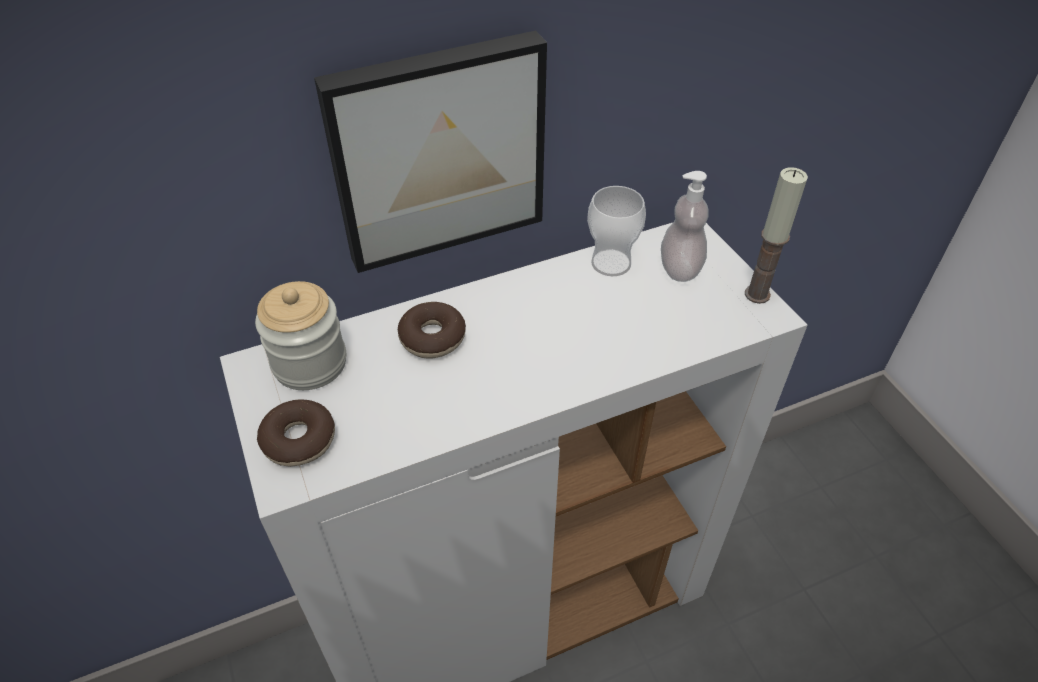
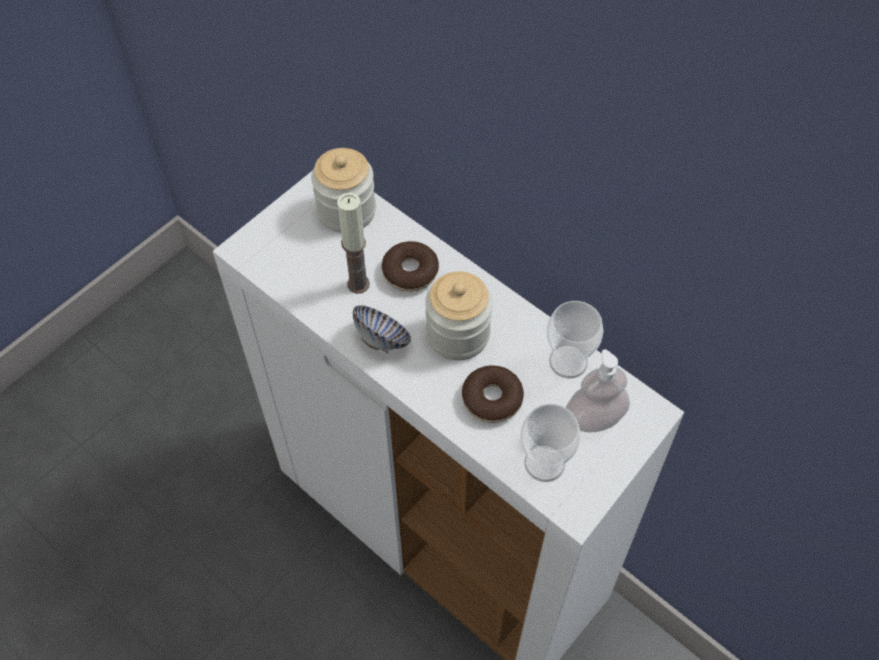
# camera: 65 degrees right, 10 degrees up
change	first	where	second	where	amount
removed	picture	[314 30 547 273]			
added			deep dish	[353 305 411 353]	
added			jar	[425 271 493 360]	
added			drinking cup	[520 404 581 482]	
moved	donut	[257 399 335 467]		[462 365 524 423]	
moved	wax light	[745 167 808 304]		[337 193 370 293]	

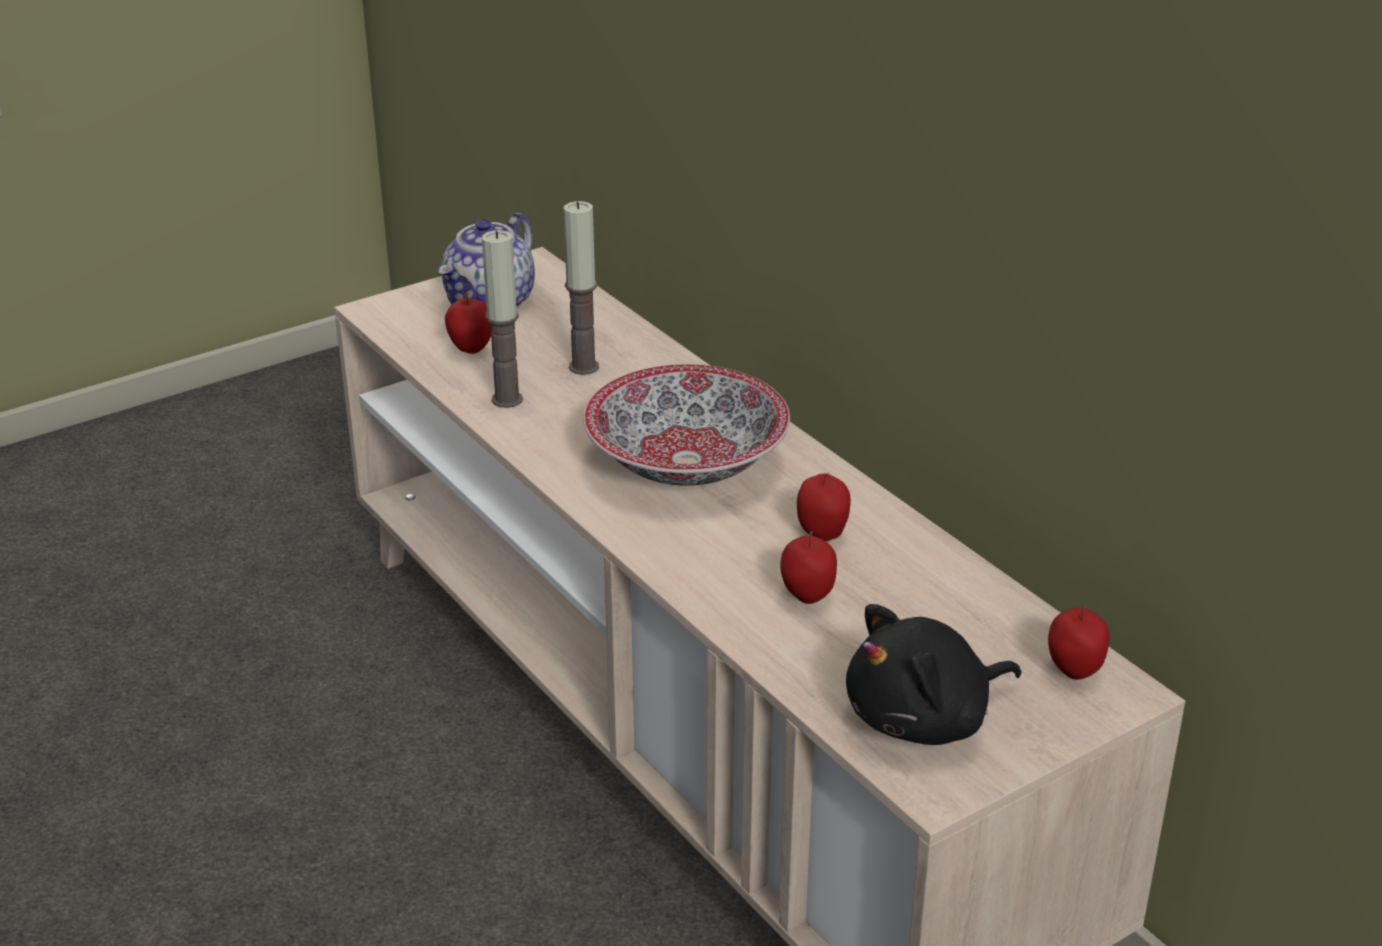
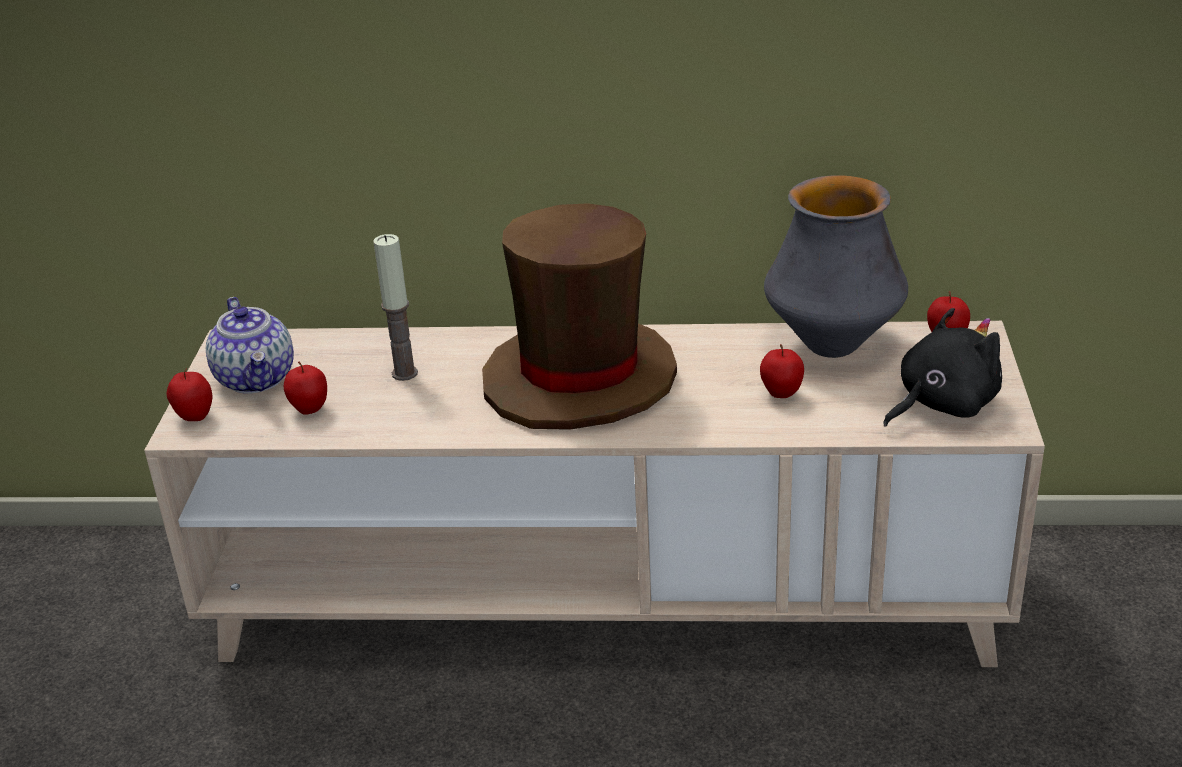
# camera: 50 degrees left, 0 degrees up
change	first	where	second	where	amount
removed	wax light	[482 230 523 408]			
added			decorative vase	[764 175 908 358]	
moved	apple	[797 473 851 541]		[167 368 212 421]	
replaced	deep dish	[583 364 790 486]	wearable hat (brownish)	[482 203 677 430]	
turned	soft toy (blackish)	[846 604 1022 745]		[884 308 1002 427]	135 degrees counterclockwise

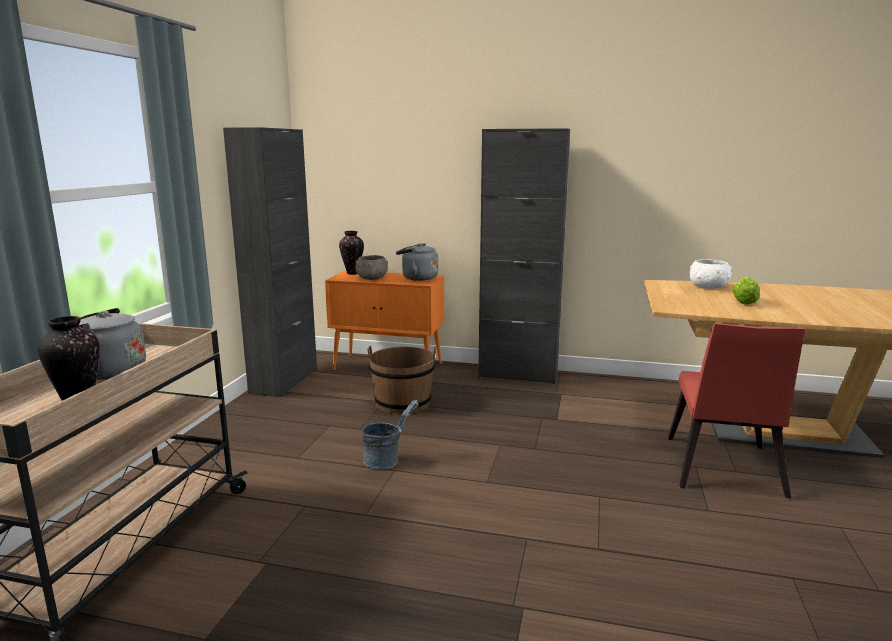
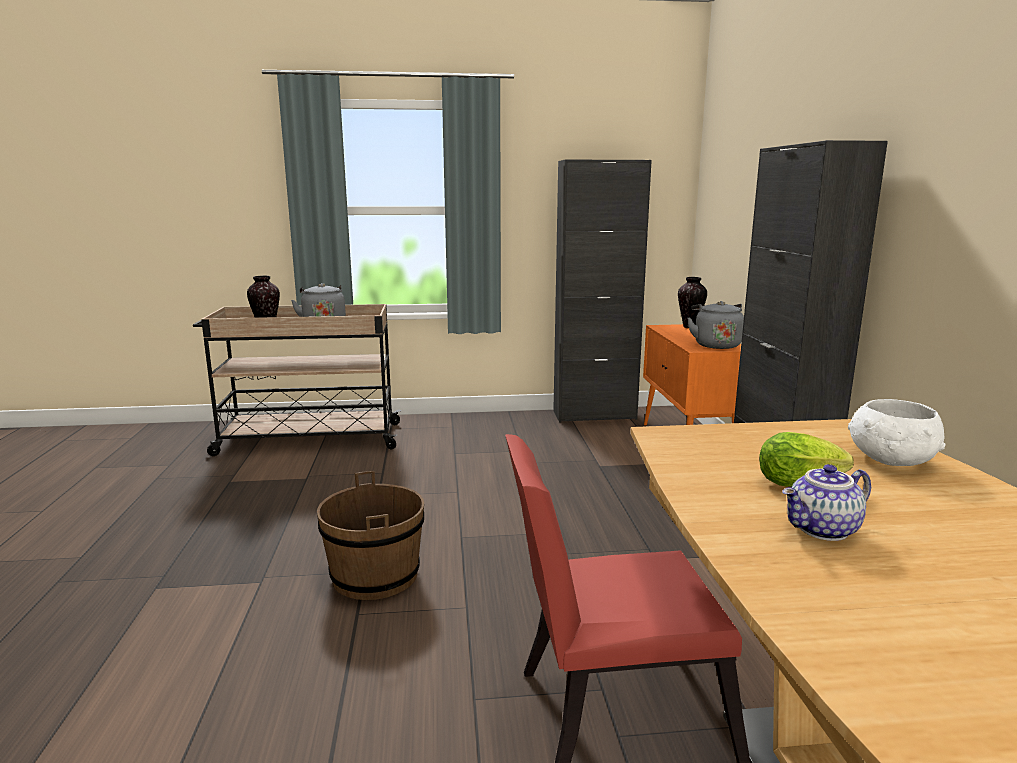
# camera: 70 degrees right, 0 degrees up
change	first	where	second	where	amount
removed	deep dish (greyish)	[355 255 388 280]			
removed	pail (greyish)	[362 400 419 469]			
added			teapot	[782 464 871 541]	
moved	pail (brownish)	[367 346 436 414]		[317 471 424 600]	

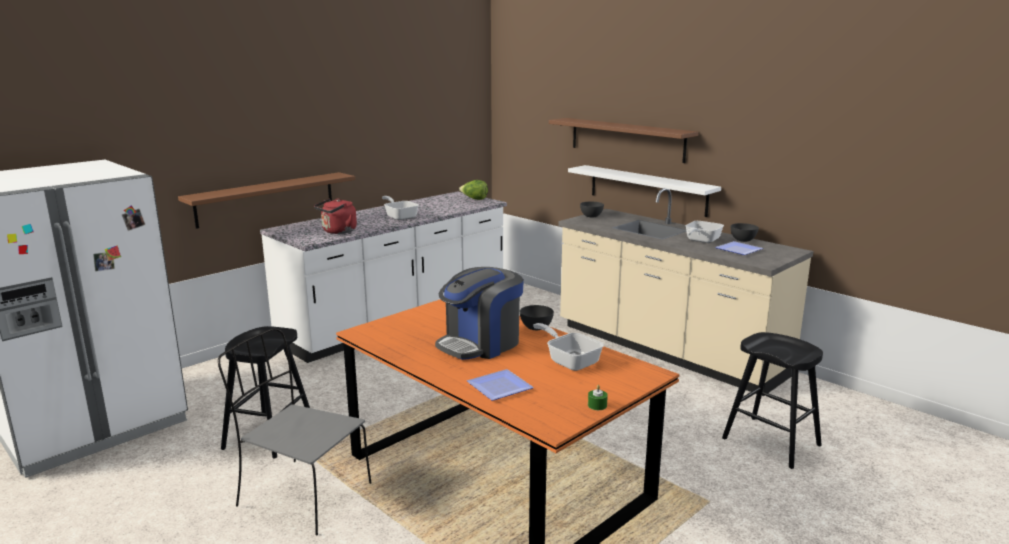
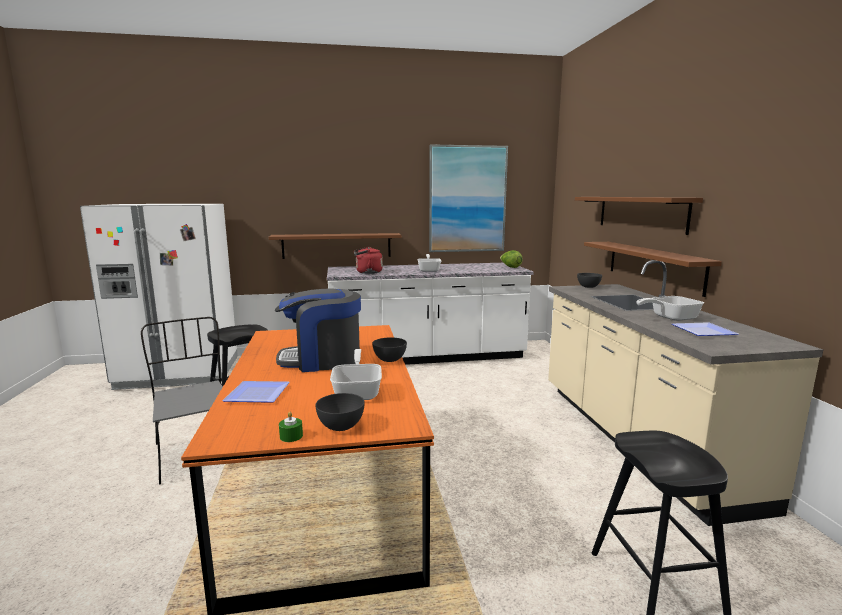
# camera: 35 degrees right, 5 degrees down
change	first	where	second	where	amount
added			picture	[429 144 508 252]	
moved	deep dish (greyish)	[731 223 759 242]		[315 393 365 431]	
recoloured	bracket shelf (white)	[568 165 721 217]	bracket shelf (brownish)	[584 242 722 297]	

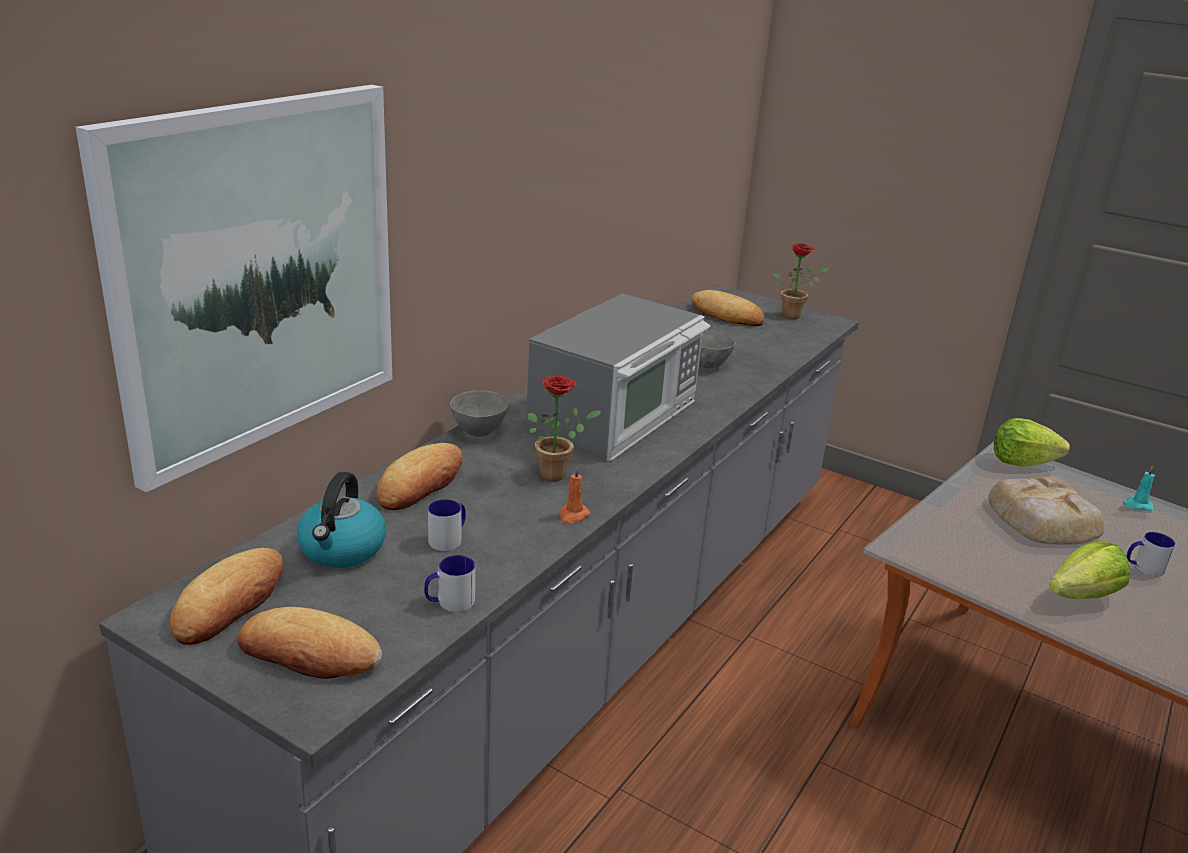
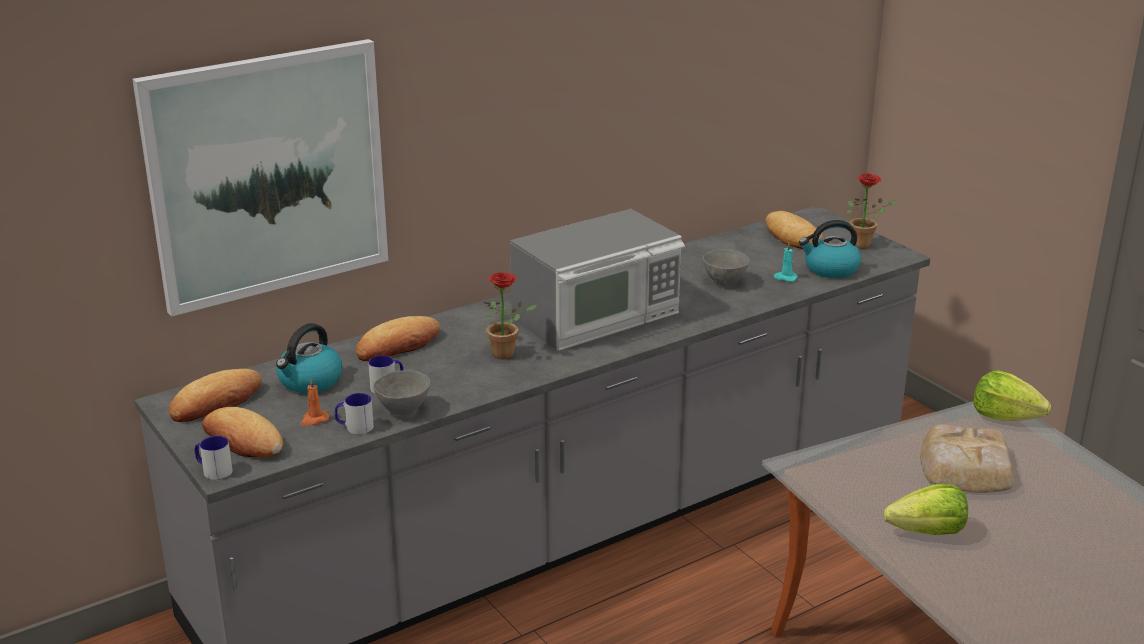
# camera: 25 degrees right, 0 degrees up
change	first	where	second	where	amount
added			tea kettle	[799 220 861 278]	
moved	deep dish (greyish)	[450 390 509 437]		[373 370 430 416]	
moved	wax light (orangey)	[559 466 590 524]		[300 378 329 426]	
moved	wax light (turquoise)	[1123 465 1155 511]		[774 243 798 282]	
moved	mug	[1127 532 1175 577]		[195 436 232 480]	

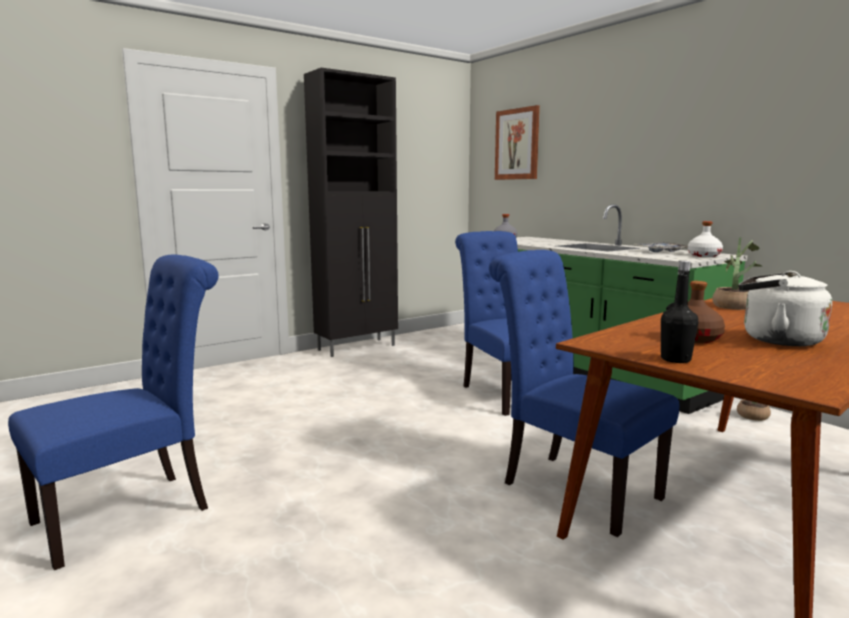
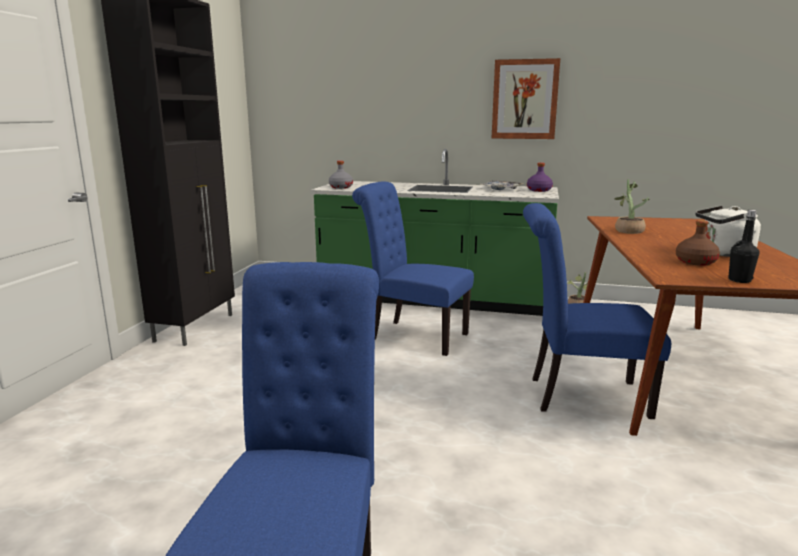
# camera: 40 degrees left, 5 degrees up
change	first	where	second	where	amount
moved	picture	[495 105 540 180]		[492 58 560 139]	
recoloured	bottle (white)	[688 221 723 257]	bottle (purple-coloured)	[527 163 553 192]	

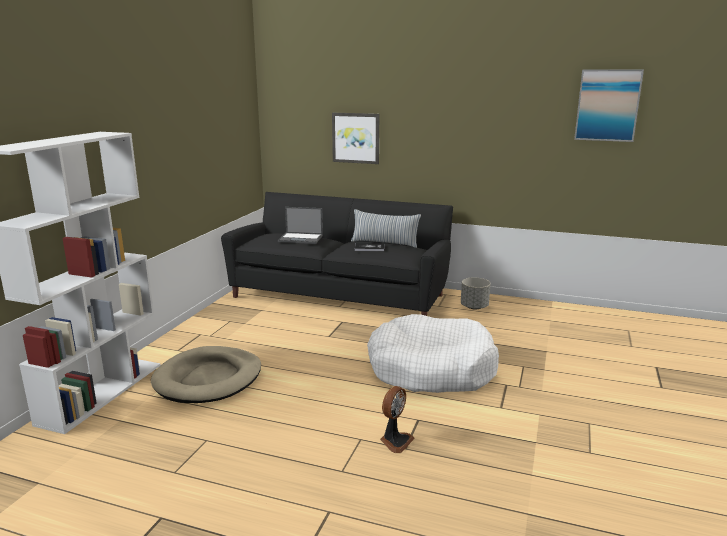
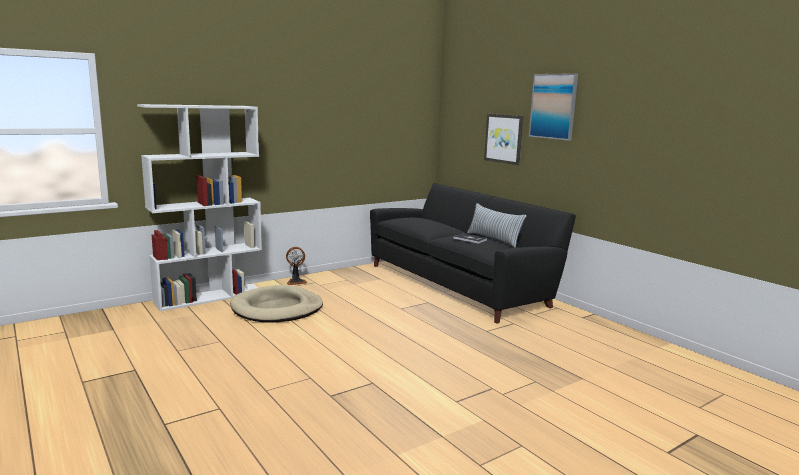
# camera: 35 degrees right, 5 degrees down
change	first	where	second	where	amount
removed	portable computer	[278 207 323 244]			
removed	dog cushion (white)	[367 314 499 393]			
removed	flower pot (greyish)	[461 278 491 309]			
moved	electric fan	[380 386 415 453]		[286 247 307 285]	
moved	picture	[574 69 644 142]		[529 73 578 141]	

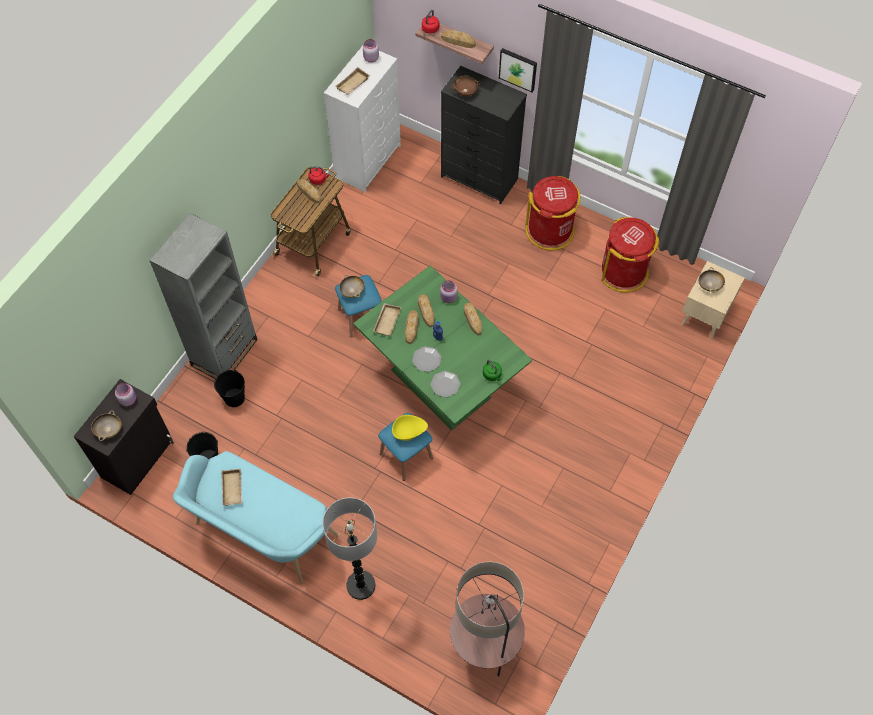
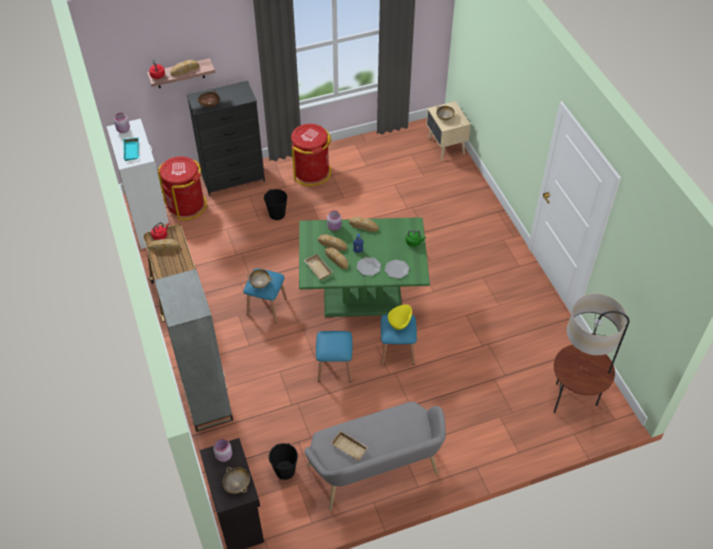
# camera: 50 degrees left, 10 degrees down
change	first	where	second	where	amount
removed	standing lamp	[322 497 377 600]			
removed	picture	[499 48 537 92]			
added			stool (blue-coloured)	[316 331 352 382]	
moved	pail (blackish)	[214 370 245 407]		[264 189 287 220]	
moved	trash can (red)	[602 217 659 292]		[158 156 207 220]	
recoloured	bench (turquoise)	[173 451 339 584]	bench (greyish)	[305 402 446 511]	
recoloured	carrying tray (sand-coloured)	[336 67 370 95]	carrying tray (turquoise)	[123 137 139 161]	

